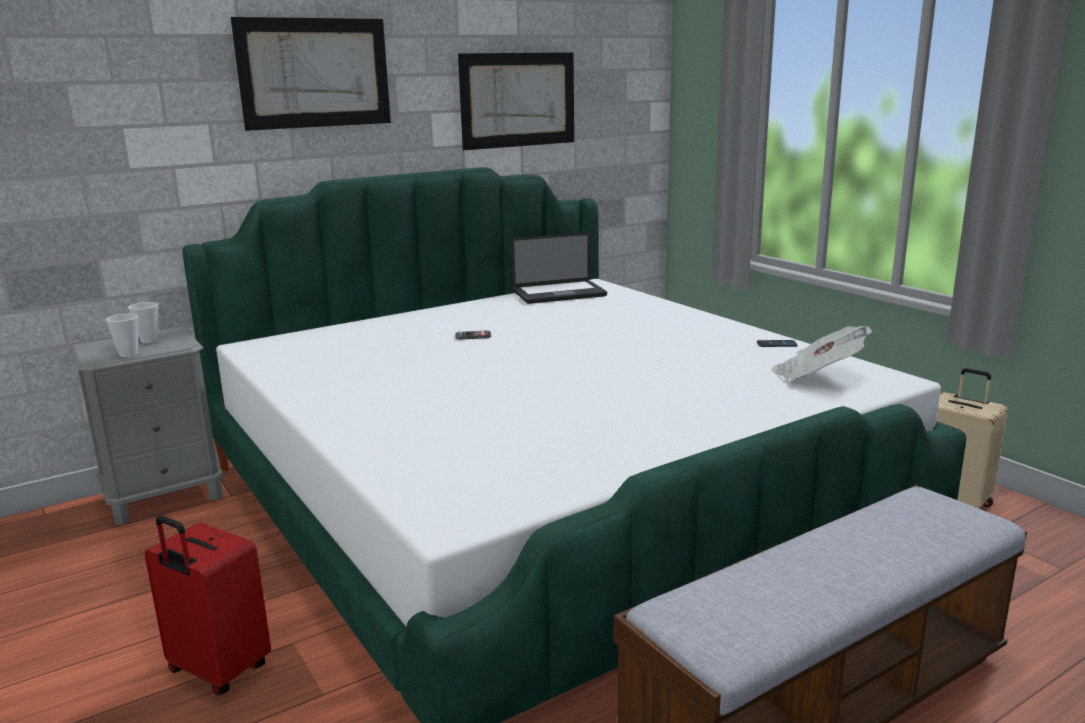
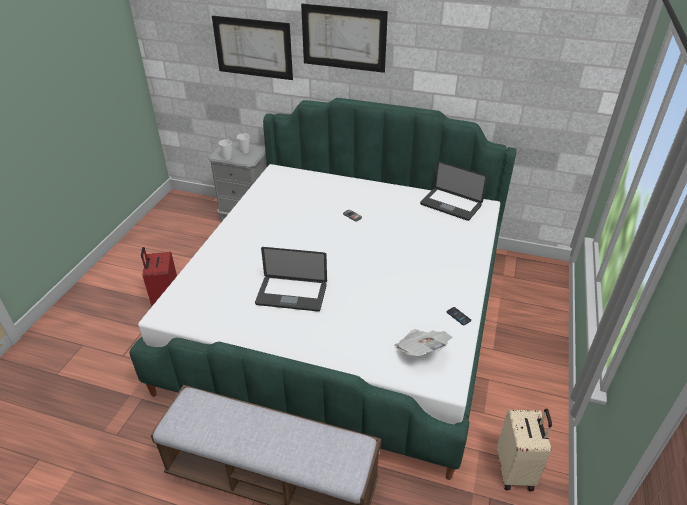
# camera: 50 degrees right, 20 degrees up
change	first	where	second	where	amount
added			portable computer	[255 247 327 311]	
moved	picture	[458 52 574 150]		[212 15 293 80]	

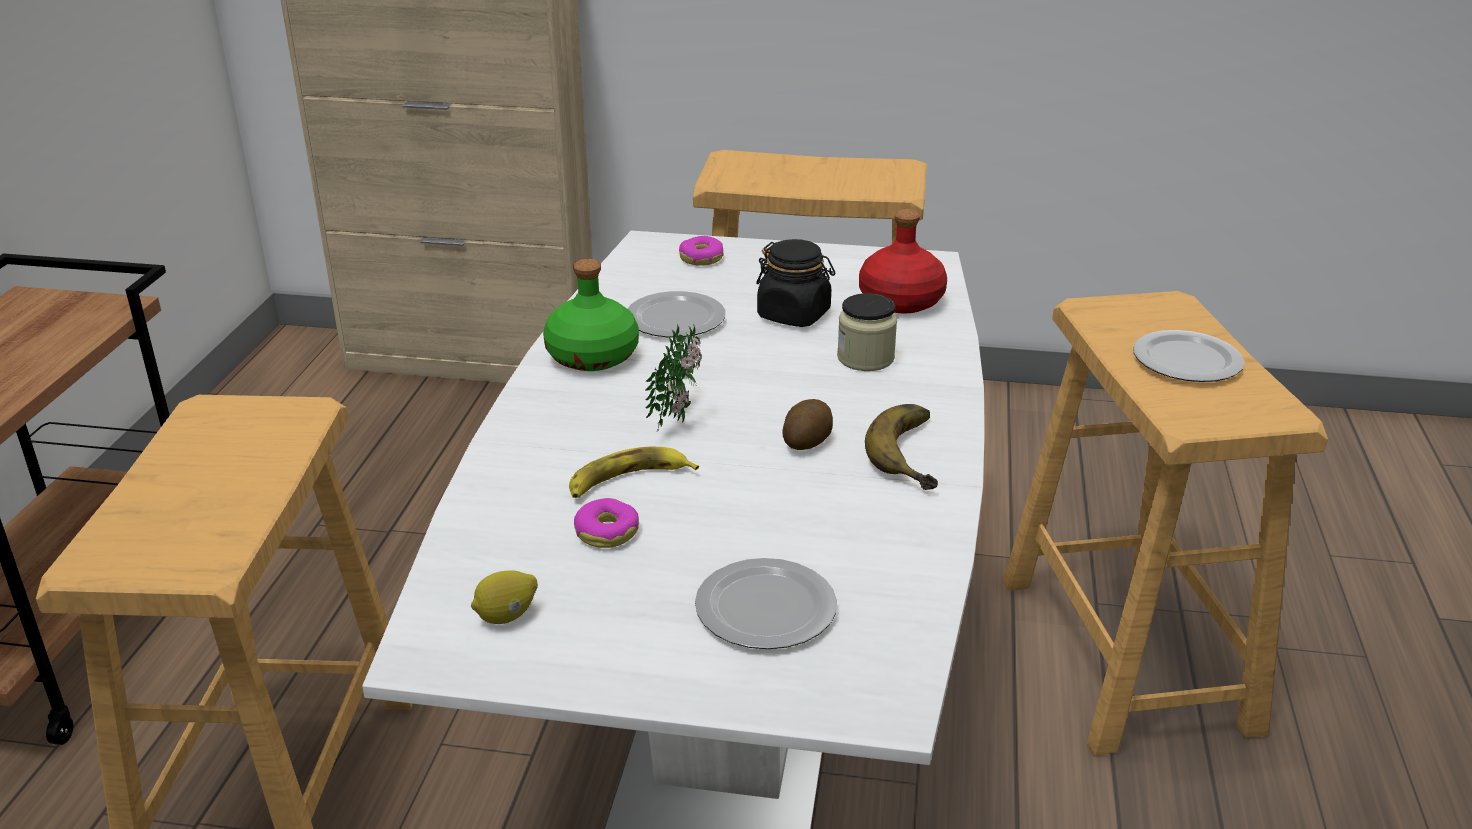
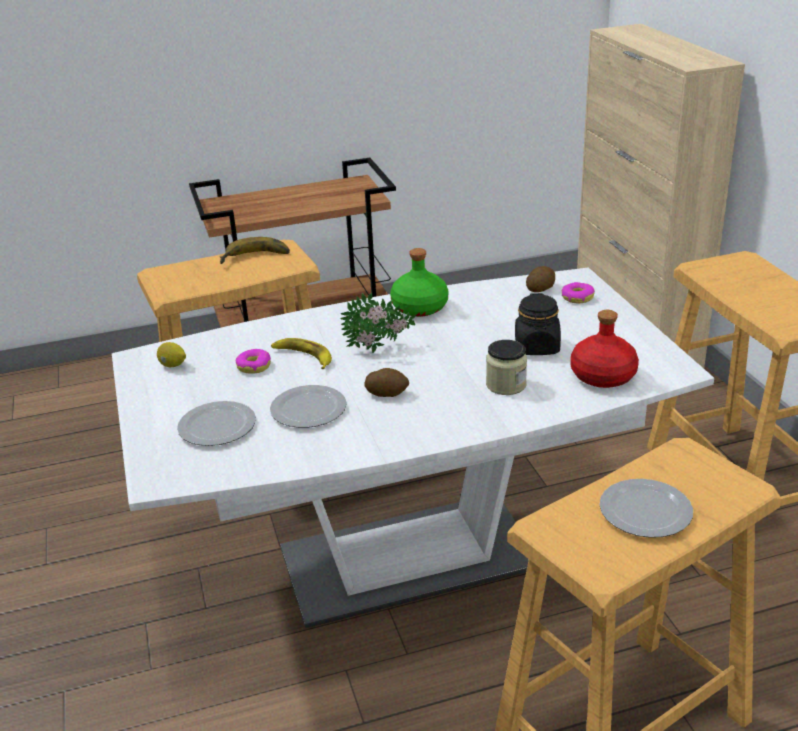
# camera: 65 degrees right, 0 degrees up
change	first	where	second	where	amount
added			potato	[526 266 555 292]	
moved	flat dish	[628 291 726 337]		[270 385 347 428]	
moved	banana	[865 404 938 490]		[220 237 290 264]	

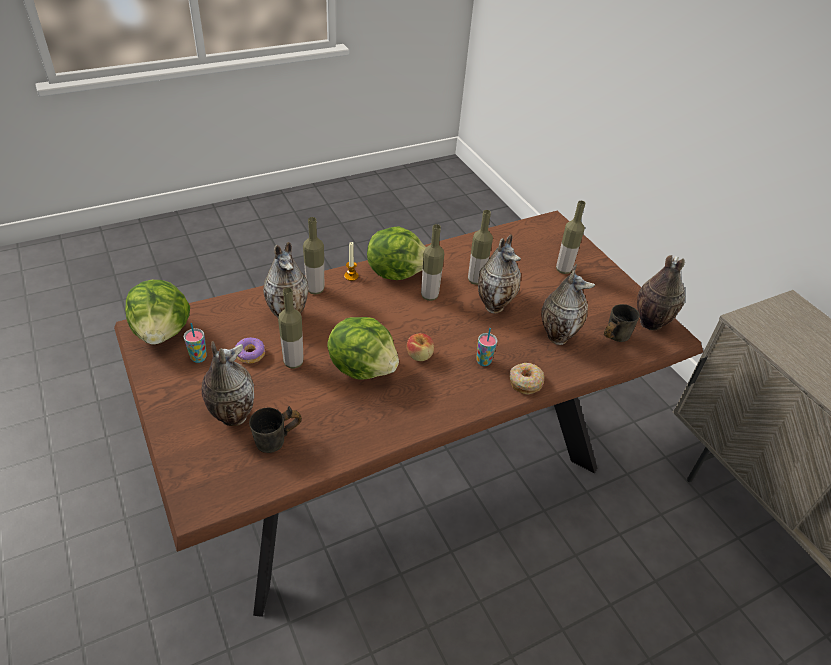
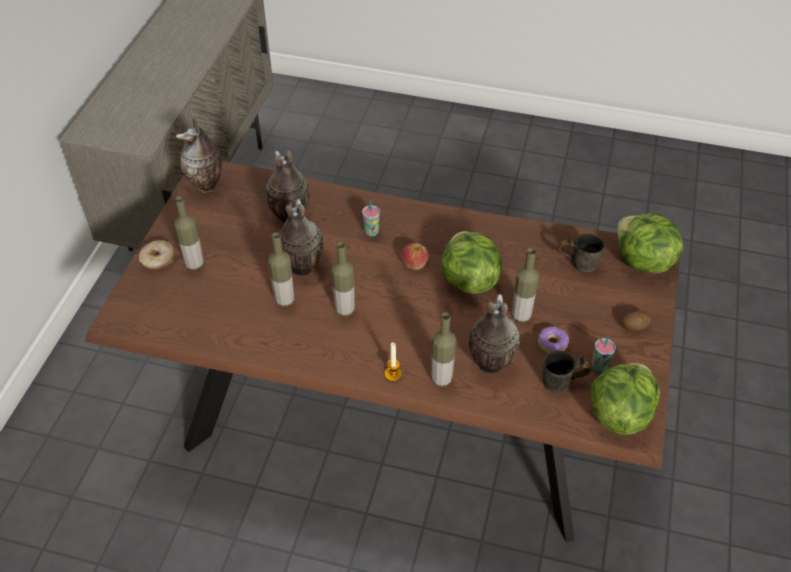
# camera: 135 degrees left, 5 degrees up
change	first	where	second	where	amount
removed	decorative vase	[202 341 254 426]			
added			potato	[621 311 651 331]	
moved	lettuce head	[367 226 426 280]		[618 214 683 274]	
moved	donut	[510 363 544 395]		[139 240 174 269]	
moved	mug (greyish)	[604 304 640 342]		[543 350 592 392]	

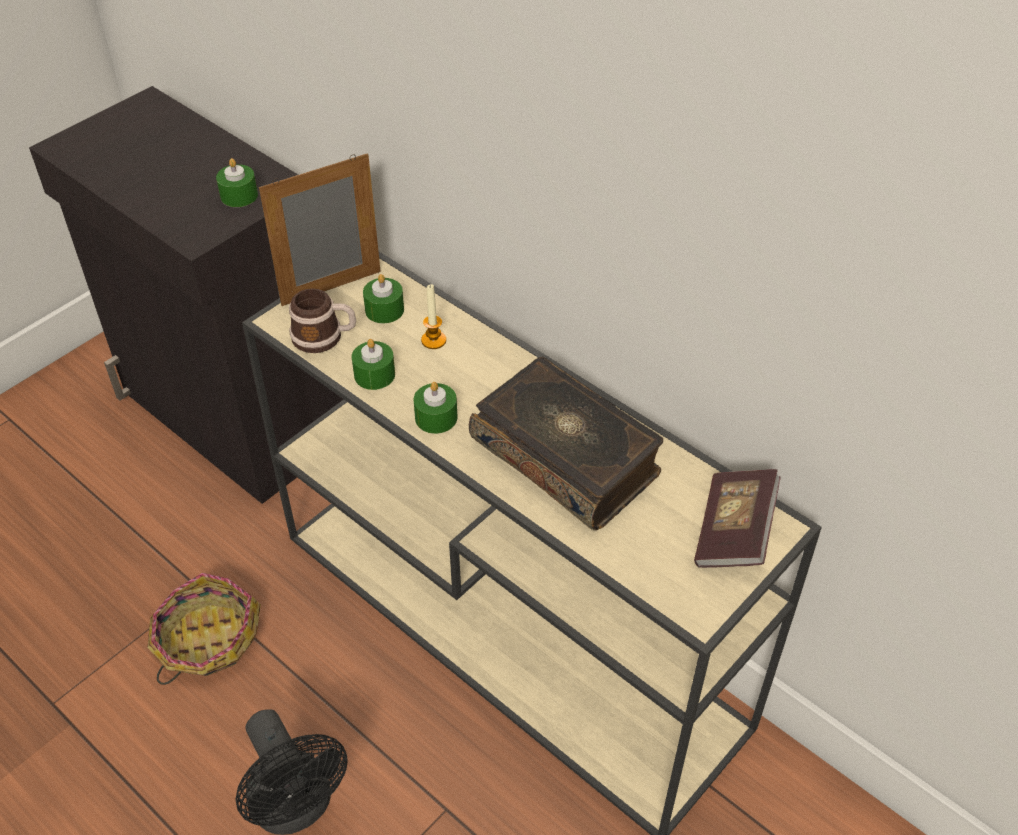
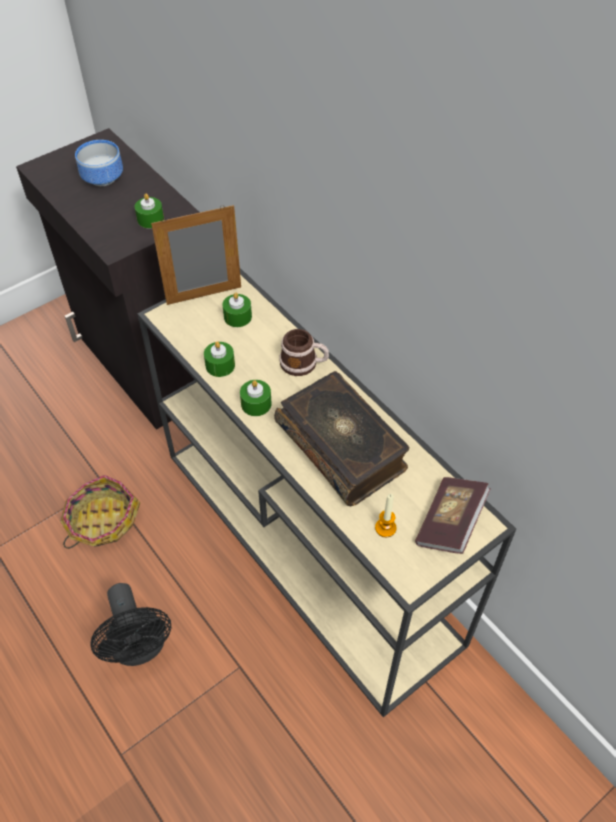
# camera: 10 degrees right, 5 degrees up
change	first	where	second	where	amount
added			deep dish	[75 140 123 186]	
moved	mug	[289 288 356 353]		[279 329 329 376]	
moved	wax light	[421 284 446 349]		[375 494 397 538]	

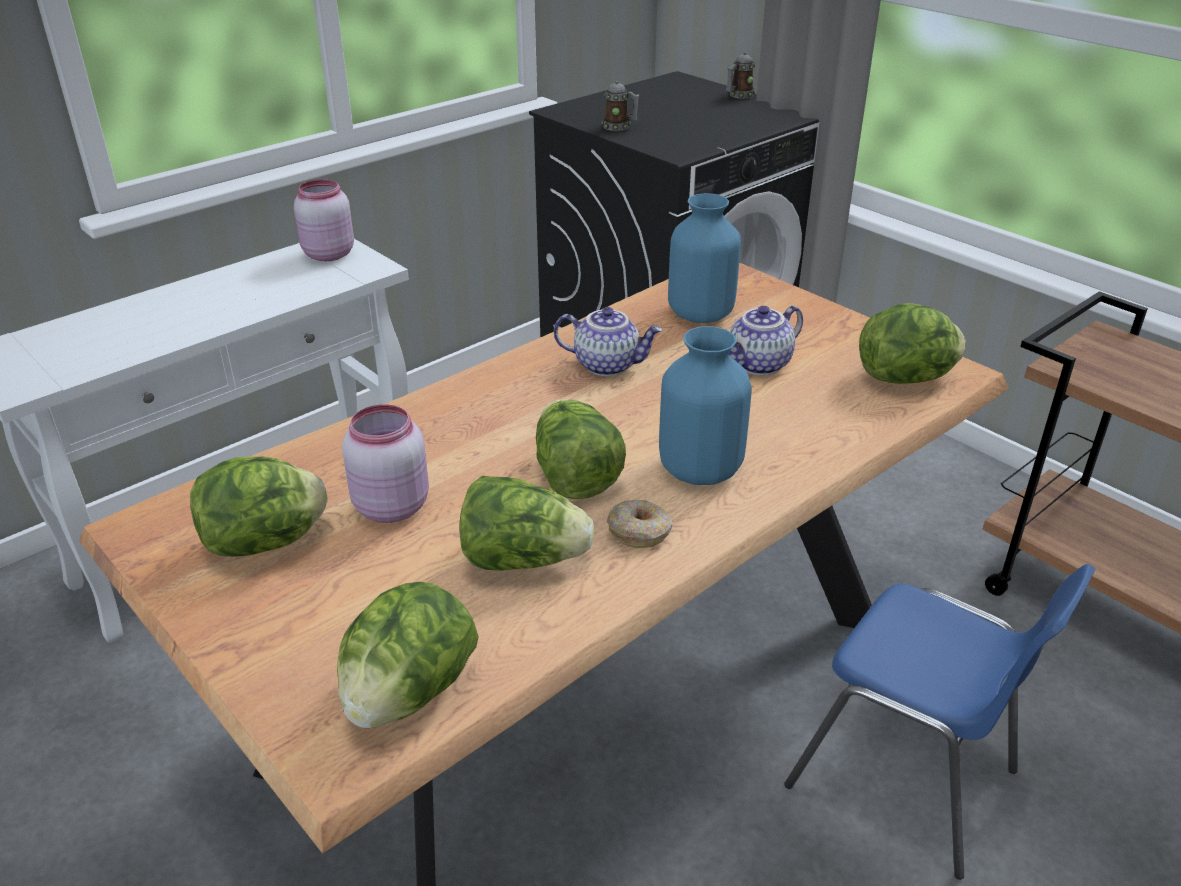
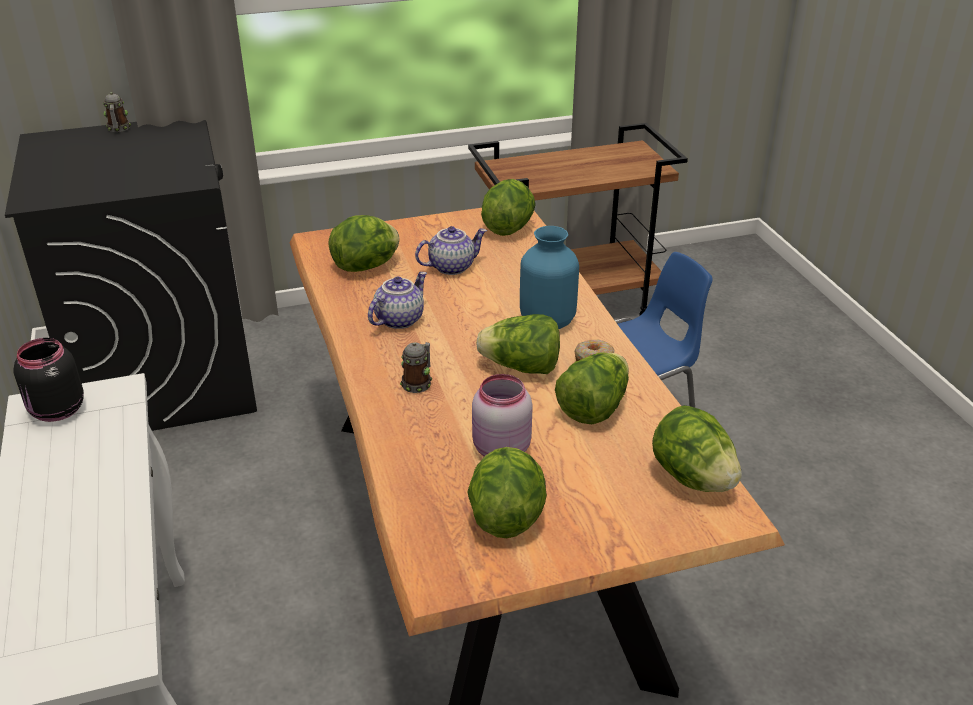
# camera: 65 degrees left, 0 degrees up
change	first	where	second	where	amount
moved	mug	[602 81 639 131]		[400 342 432 393]	
replaced	decorative vase (blue-coloured)	[668 193 741 323]	lettuce head	[329 215 399 272]	
recoloured	jar (pink)	[294 179 354 261]	jar (blackish)	[13 338 84 422]	
turned	teapot	[729 305 803 375]		[415 226 487 275]	105 degrees counterclockwise

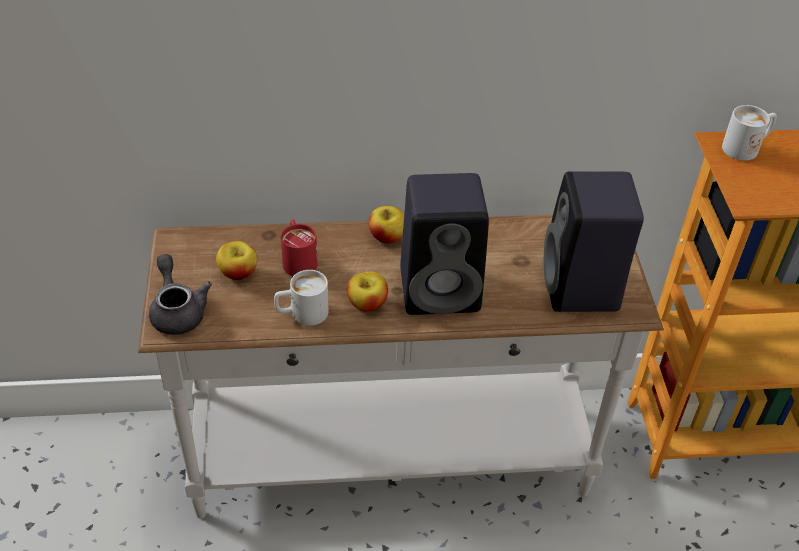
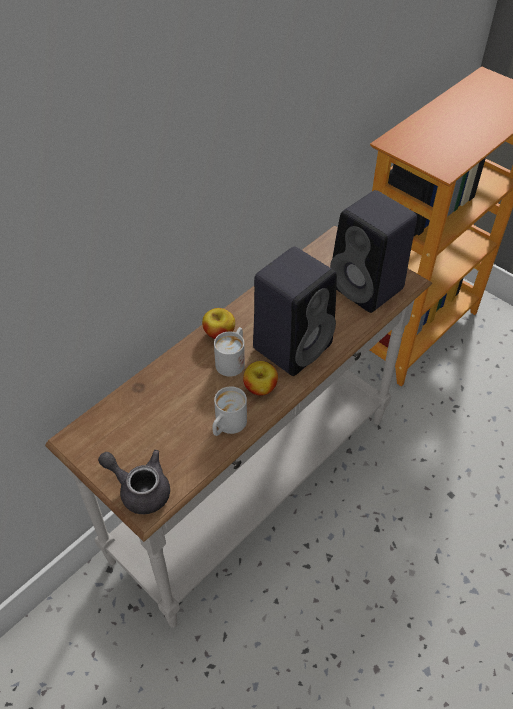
# camera: 40 degrees left, 5 degrees up
change	first	where	second	where	amount
removed	apple	[216 241 257 280]			
removed	mug (red)	[281 219 317 276]			
moved	mug (white)	[722 105 777 161]		[214 327 245 377]	

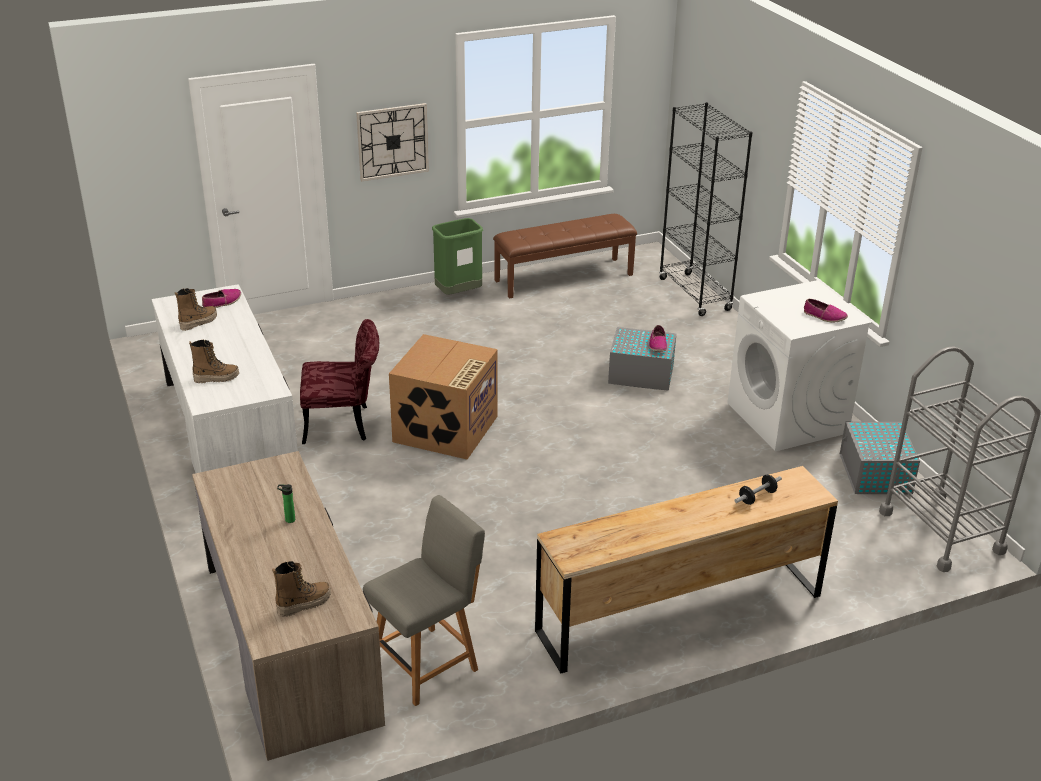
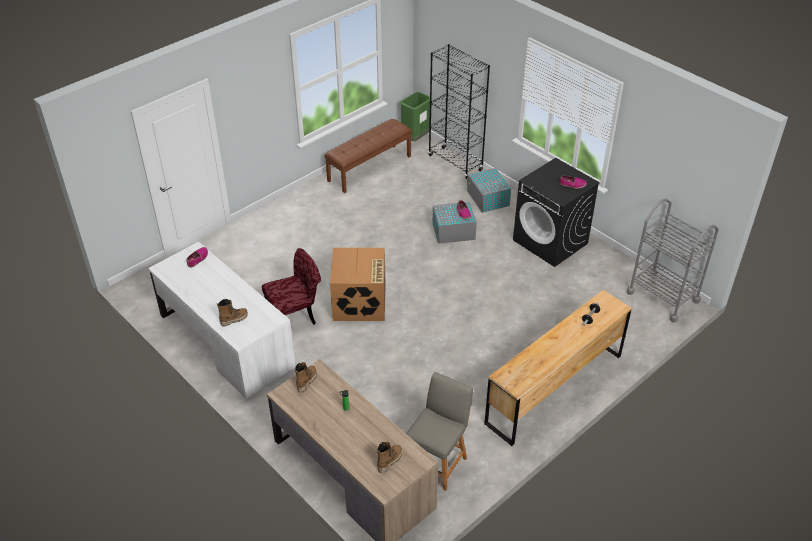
# camera: 20 degrees left, 10 degrees up
change	first	where	second	where	amount
removed	wall clock	[356 103 429 182]			
moved	boot	[175 288 217 331]		[295 362 317 393]	
moved	trash can (greenish)	[432 218 483 294]		[400 92 430 141]	
moved	storage container (greyish)	[840 422 920 494]		[467 168 511 213]	
recoloured	laundry machine (white)	[727 280 872 451]	laundry machine (blackish)	[513 158 600 267]	

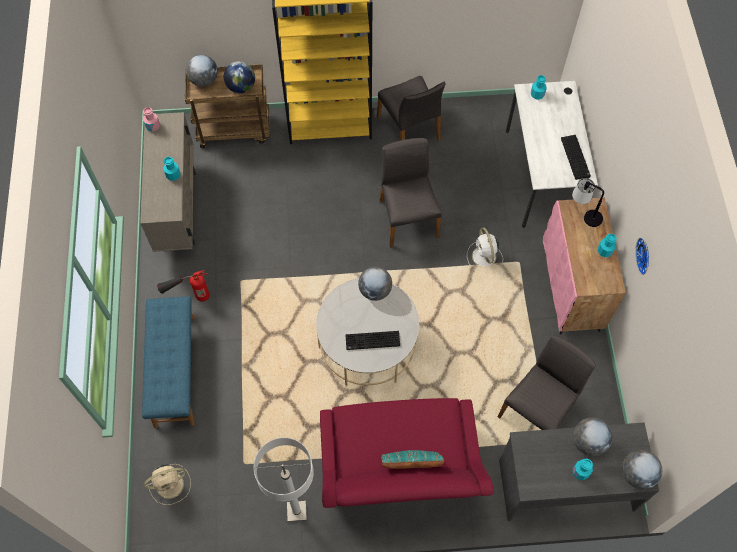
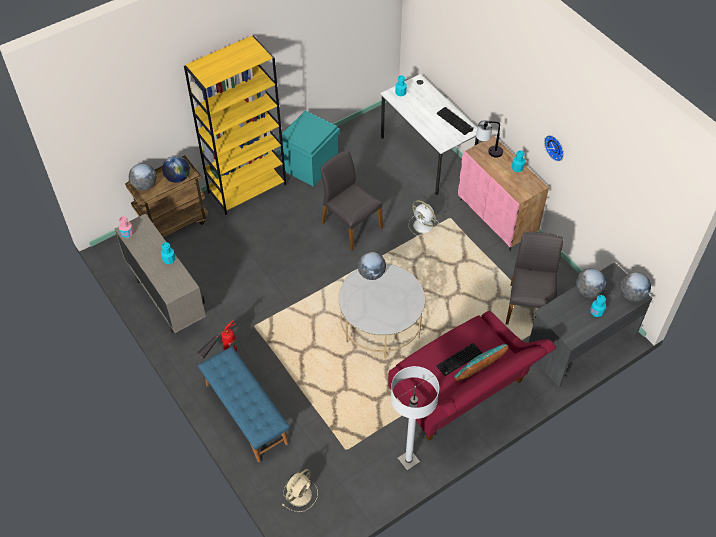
# camera: 30 degrees left, 10 degrees down
change	first	where	second	where	amount
moved	PC keyboard	[345 331 400 350]		[436 343 482 376]	
replaced	plain chair (greyish)	[377 76 445 141]	storage container (turquoise)	[278 110 340 186]	

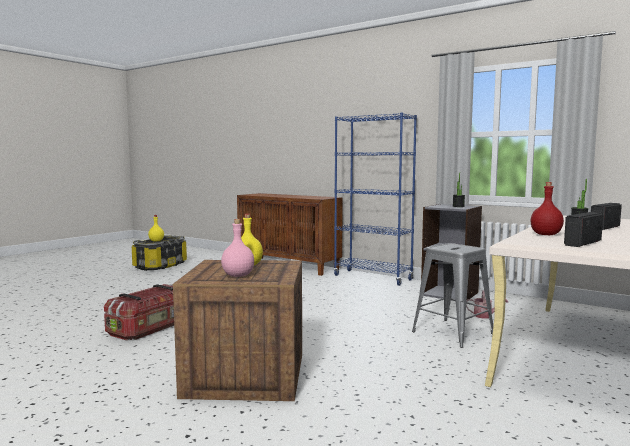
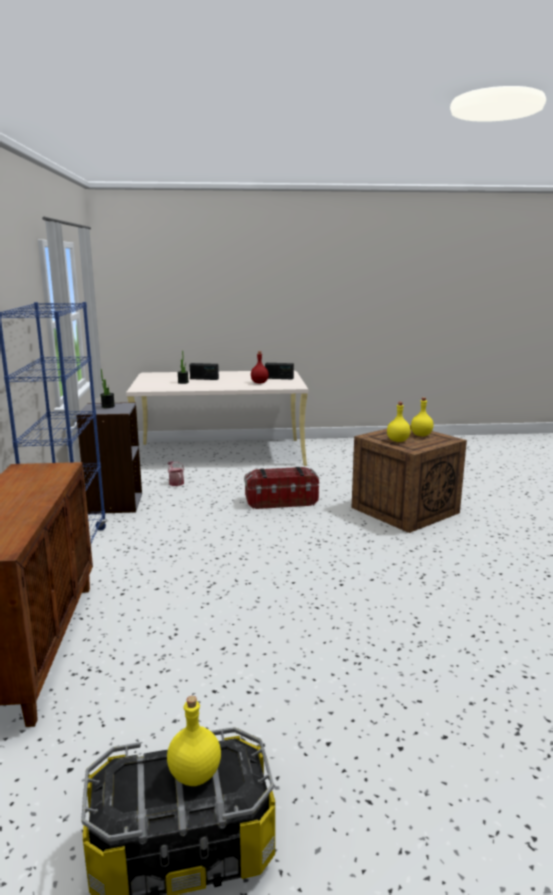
# camera: 130 degrees left, 10 degrees up
change	first	where	second	where	amount
removed	stool (greyish)	[412 243 493 348]			
moved	storage container	[104 284 174 340]		[244 467 319 509]	
recoloured	bottle (pink)	[221 219 254 277]	bottle (yellow)	[411 397 434 436]	

